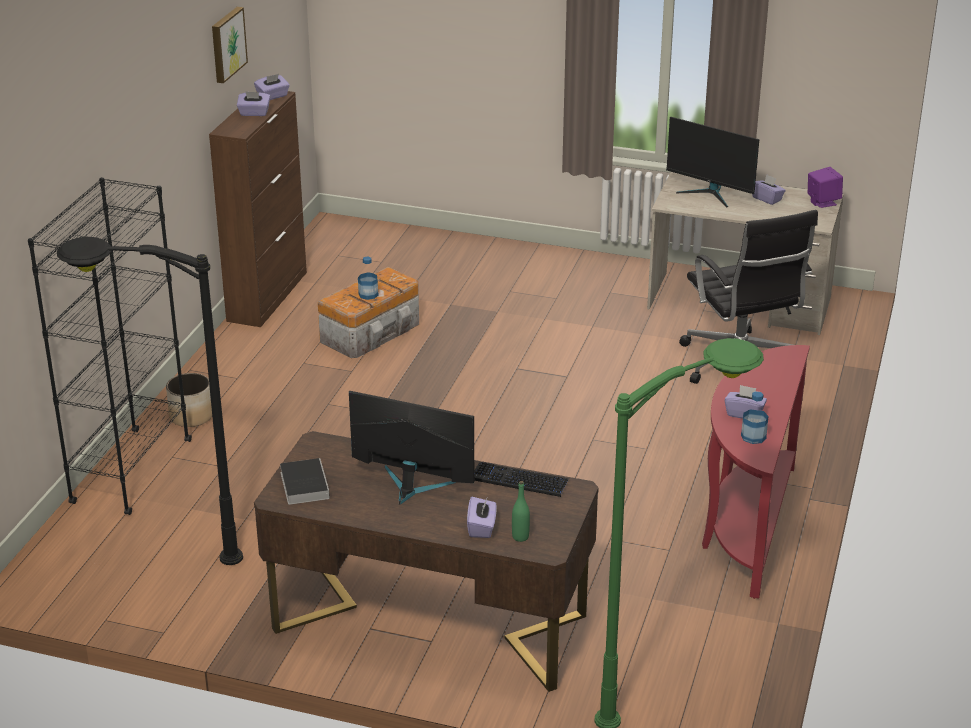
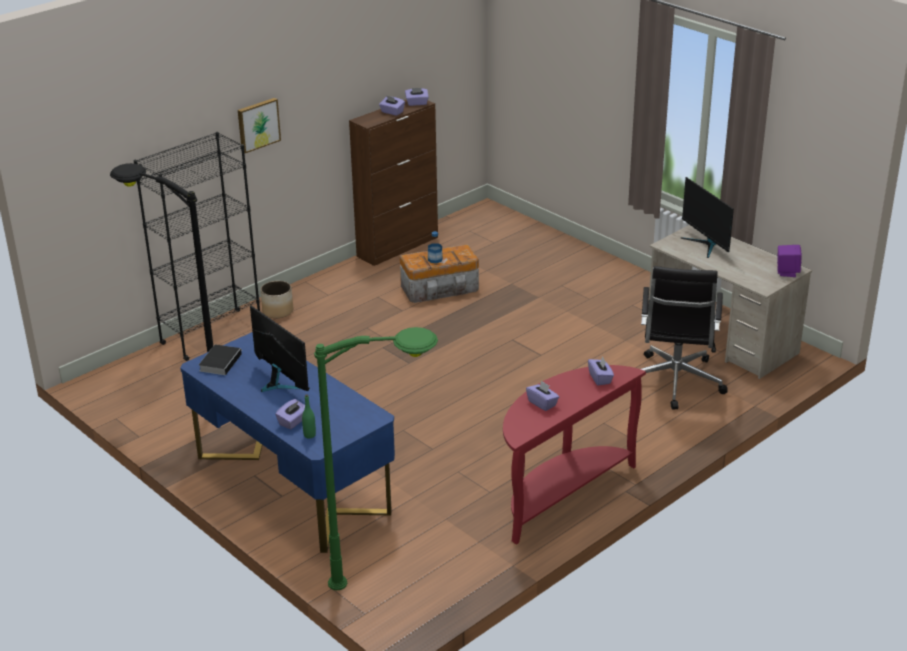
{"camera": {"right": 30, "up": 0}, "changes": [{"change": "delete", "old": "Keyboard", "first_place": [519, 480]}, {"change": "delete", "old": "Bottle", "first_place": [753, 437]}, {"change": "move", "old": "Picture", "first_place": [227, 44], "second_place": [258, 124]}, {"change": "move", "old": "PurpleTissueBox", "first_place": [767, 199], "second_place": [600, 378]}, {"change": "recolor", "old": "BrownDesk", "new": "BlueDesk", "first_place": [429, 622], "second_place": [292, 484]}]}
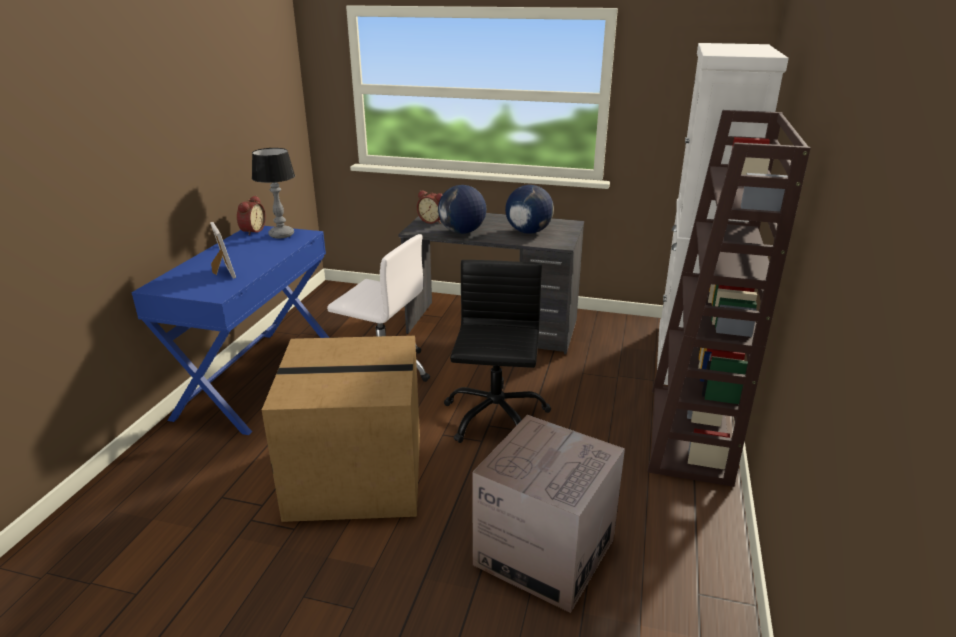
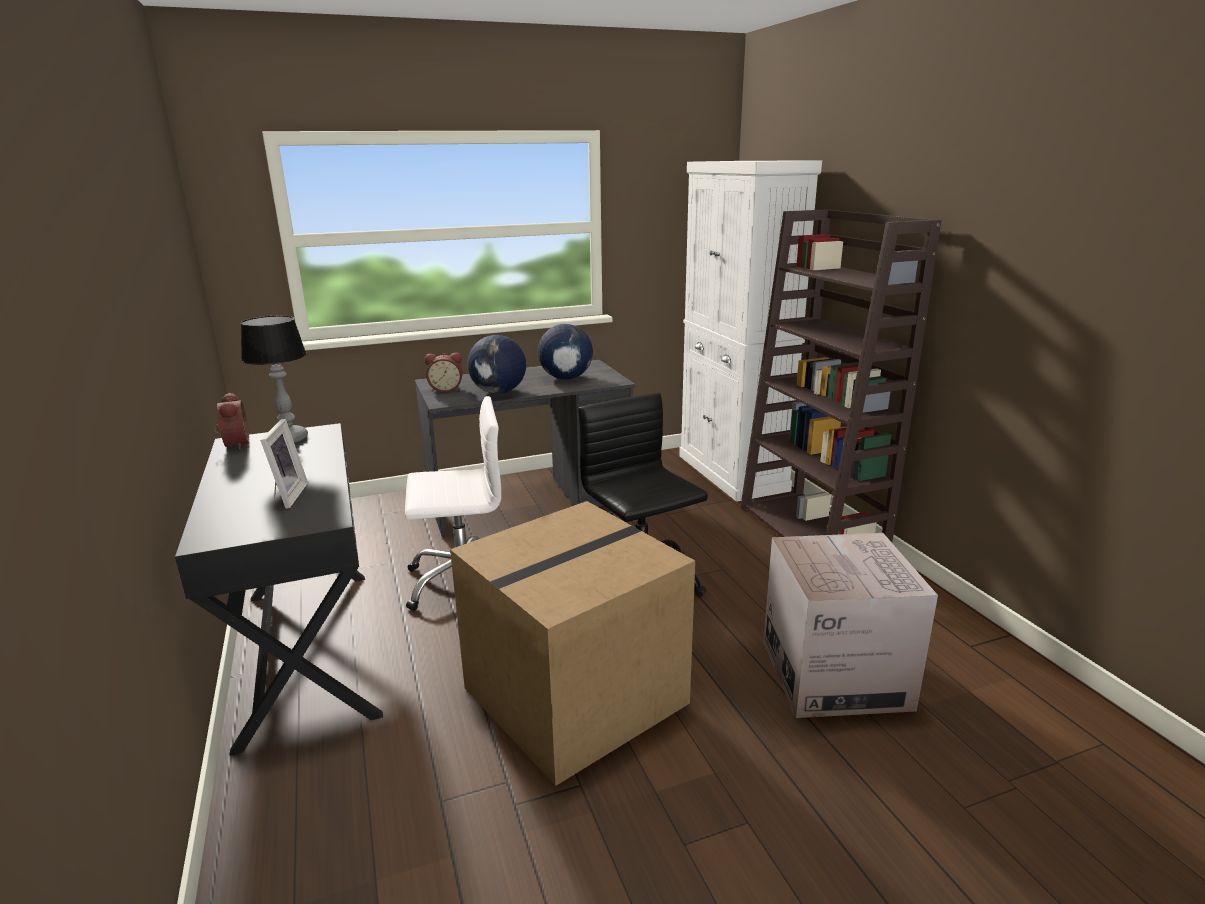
{"camera": {"right": -35, "up": -5}, "changes": [{"change": "recolor", "old": "BlueDesk", "new": "BlackDesk", "first_place": [257, 378], "second_place": [306, 650]}, {"change": "rotate", "old": "PictureFrame", "first_place": [223, 273], "second_place": [285, 496], "degrees": 60}]}
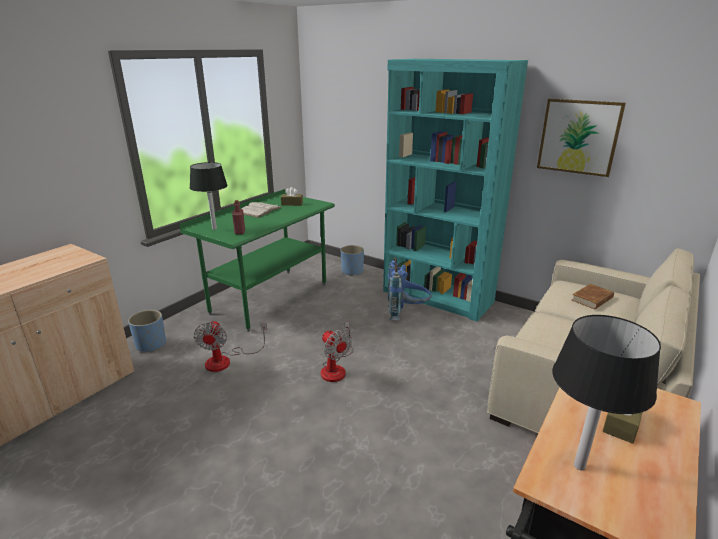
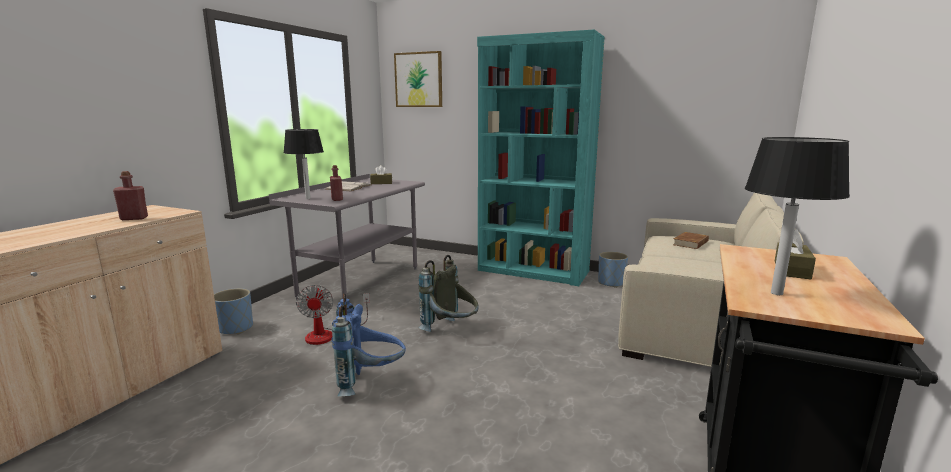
{"camera": {"right": -10, "up": -10}, "changes": [{"change": "insert", "new": "RedBottle", "second_place": [134, 218]}, {"change": "move", "old": "BluePlanter", "first_place": [352, 271], "second_place": [611, 283]}, {"change": "move", "old": "BlueBackpack", "first_place": [407, 313], "second_place": [370, 382]}, {"change": "move", "old": "Picture", "first_place": [578, 137], "second_place": [418, 80]}, {"change": "replace", "old": "Fan", "new": "GreyBackpack", "first_place": [336, 368], "second_place": [451, 331]}, {"change": "recolor", "old": "GreenDesk", "new": "GreyDesk", "first_place": [270, 298], "second_place": [360, 282]}]}
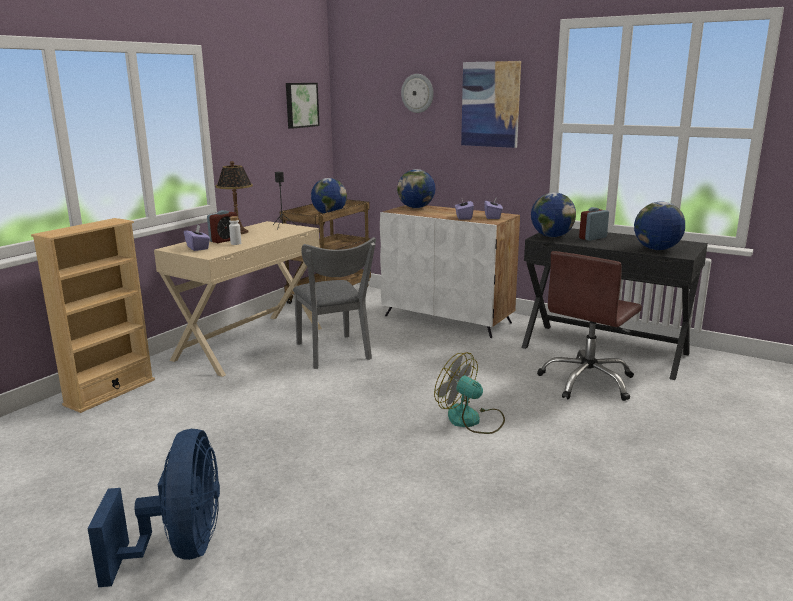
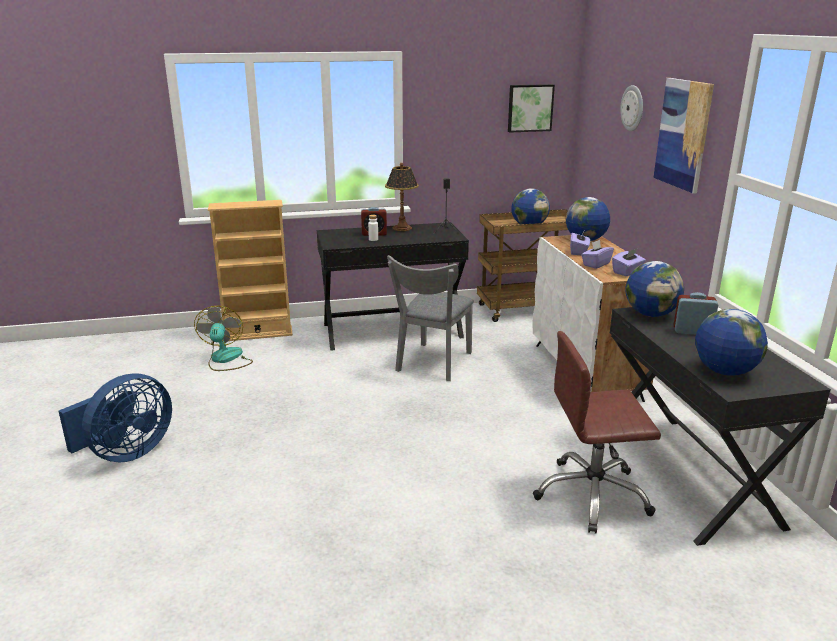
{"camera": {"right": 45, "up": 5}, "changes": [{"change": "move", "old": "PurpleTissueBox", "first_place": [198, 248], "second_place": [579, 252]}, {"change": "move", "old": "Fan", "first_place": [471, 420], "second_place": [226, 359]}, {"change": "recolor", "old": "BeigeDesk", "new": "BlackDesk", "first_place": [249, 343], "second_place": [392, 330]}]}
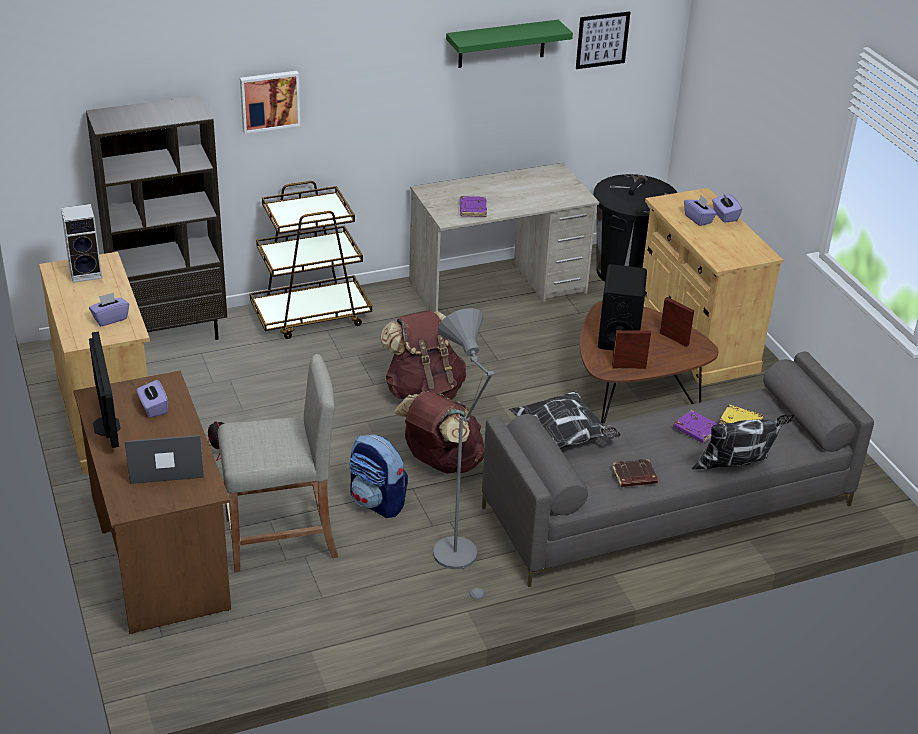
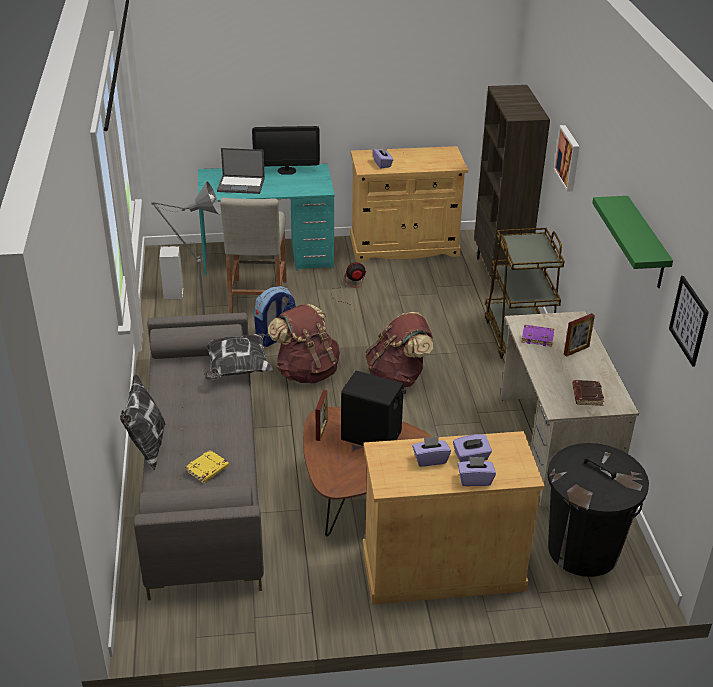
{"camera": {"right": 105, "up": 0}, "changes": [{"change": "delete", "old": "PurpleBook", "first_place": [695, 430]}, {"change": "move", "old": "Speaker", "first_place": [87, 273], "second_place": [174, 294]}, {"change": "move", "old": "PurpleTissueBox", "first_place": [153, 408], "second_place": [430, 459]}, {"change": "move", "old": "BrownBook", "first_place": [634, 477], "second_place": [586, 395]}, {"change": "move", "old": "PictureFrame", "first_place": [674, 339], "second_place": [576, 350]}, {"change": "recolor", "old": "BrownDesk", "new": "TurquoiseDesk", "first_place": [159, 550], "second_place": [268, 257]}, {"change": "rotate", "old": "Laptop", "first_place": [165, 463], "second_place": [241, 185], "degrees": 90}]}
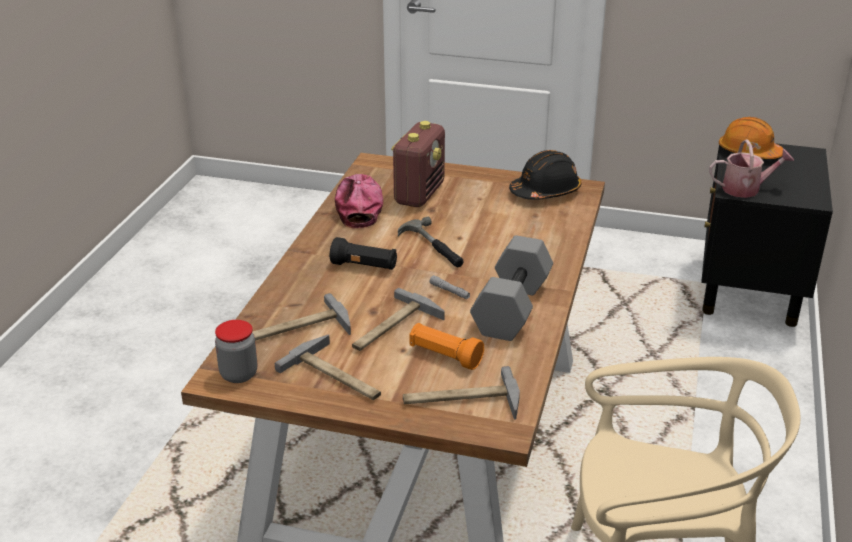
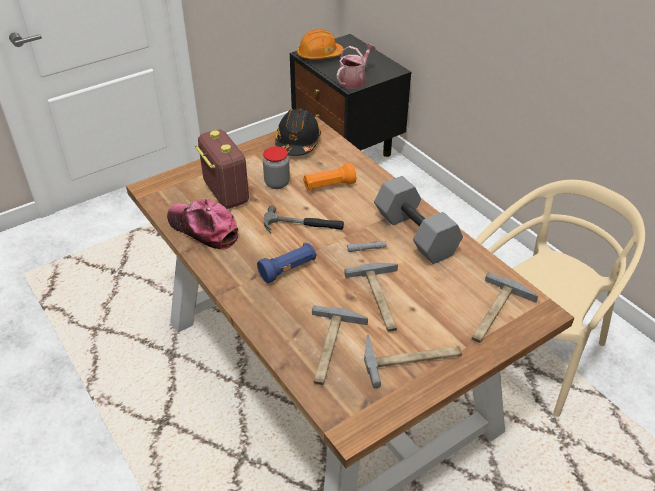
{"camera": {"right": -50, "up": 10}, "changes": [{"change": "move", "old": "Jar", "first_place": [239, 374], "second_place": [277, 183]}, {"change": "move", "old": "OrangeFlashlight", "first_place": [444, 356], "second_place": [329, 186]}, {"change": "recolor", "old": "BlackFlashlight", "new": "BlueFlashlight", "first_place": [364, 266], "second_place": [288, 270]}]}
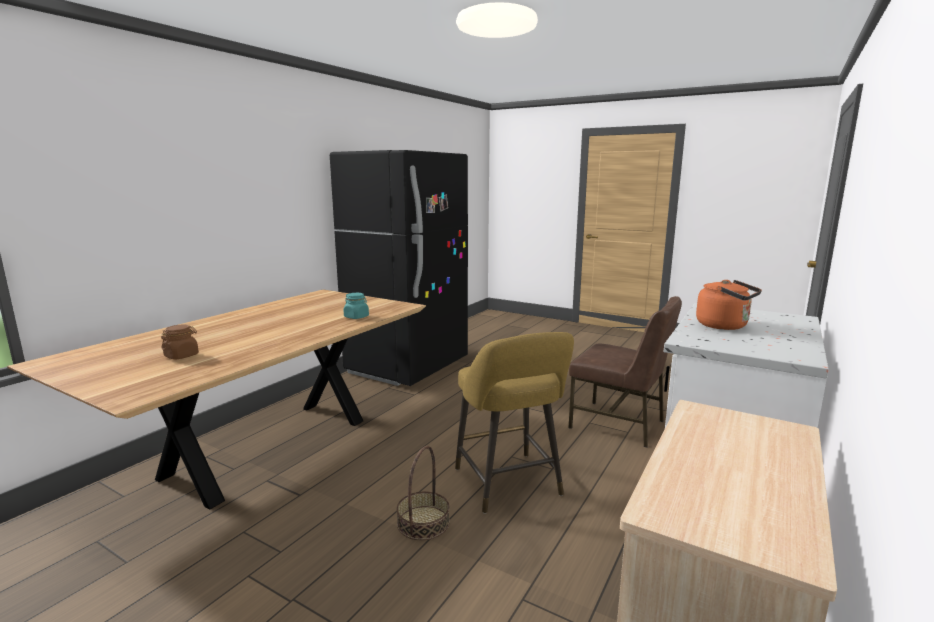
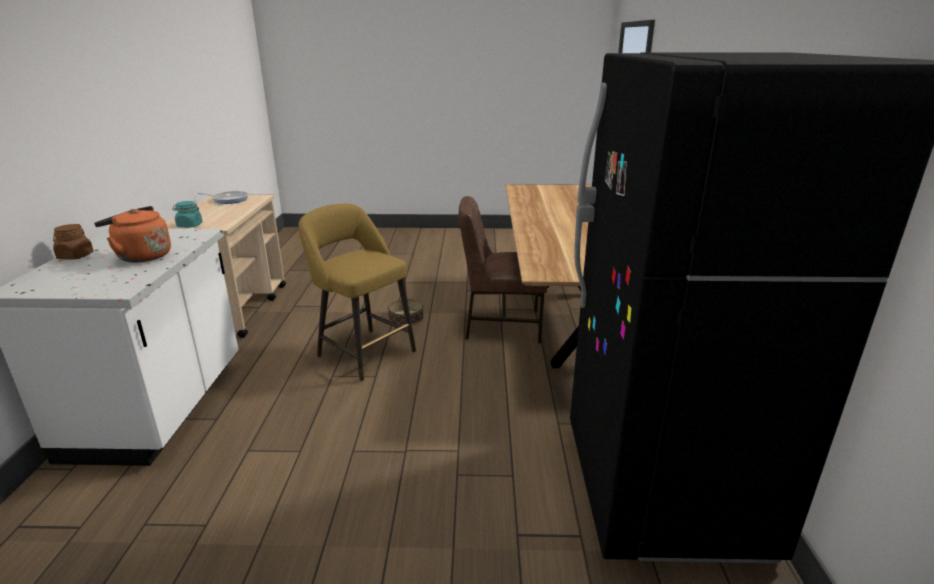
{"camera": {"right": 150, "up": 10}, "changes": [{"change": "insert", "new": "FryingPan", "second_place": [229, 199]}, {"change": "move", "old": "BrownJar", "first_place": [182, 356], "second_place": [75, 256]}, {"change": "move", "old": "TurquoiseJar", "first_place": [356, 317], "second_place": [189, 225]}, {"change": "move", "old": "BrownChair", "first_place": [618, 424], "second_place": [501, 325]}]}
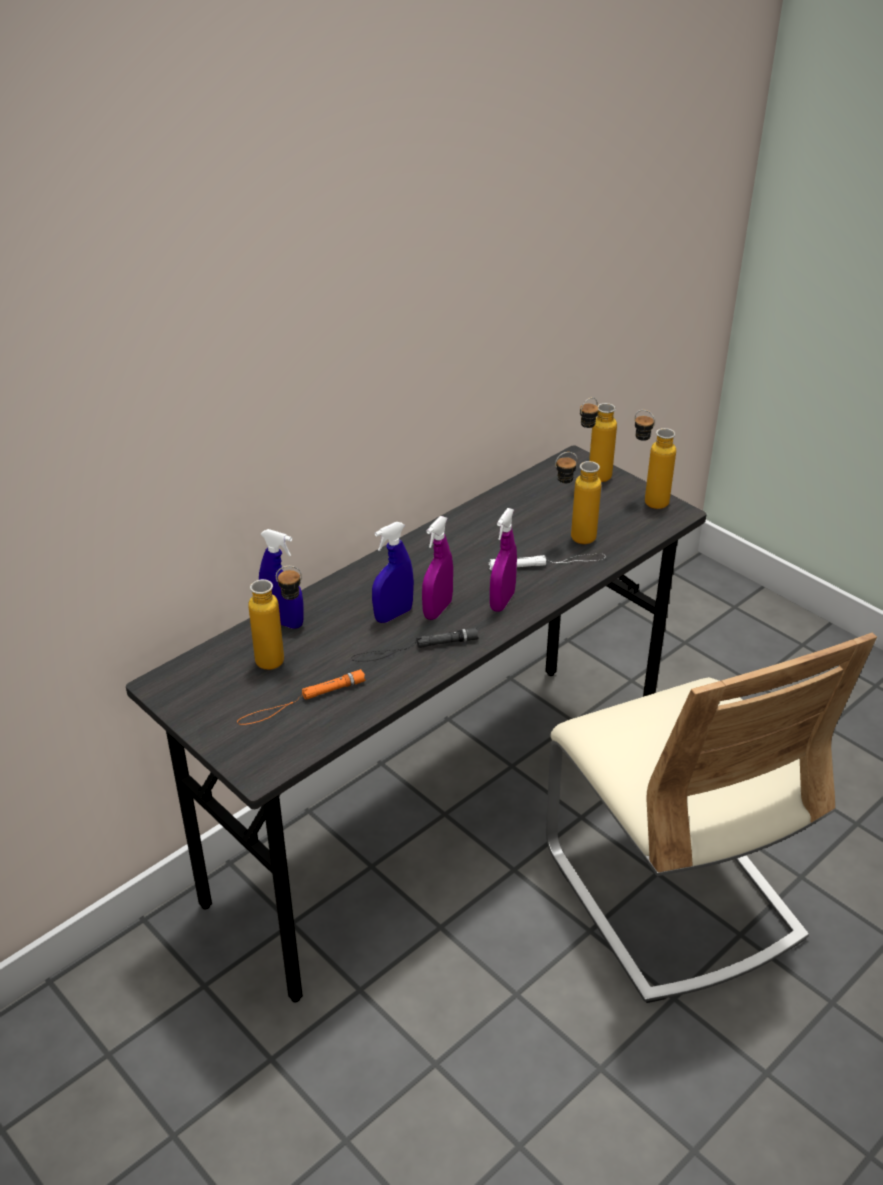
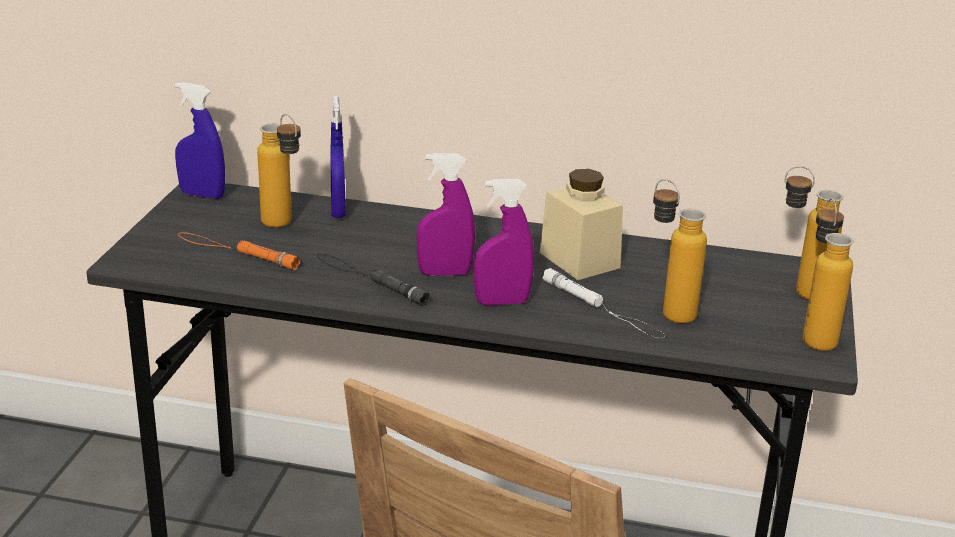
{"camera": {"right": 55, "up": -10}, "changes": [{"change": "insert", "new": "BeigeJar", "second_place": [579, 260]}, {"change": "move", "old": "BlueSprayBottle", "first_place": [393, 615], "second_place": [202, 195]}]}
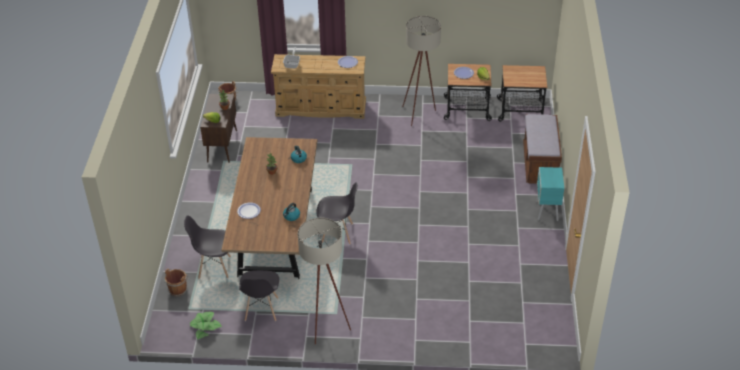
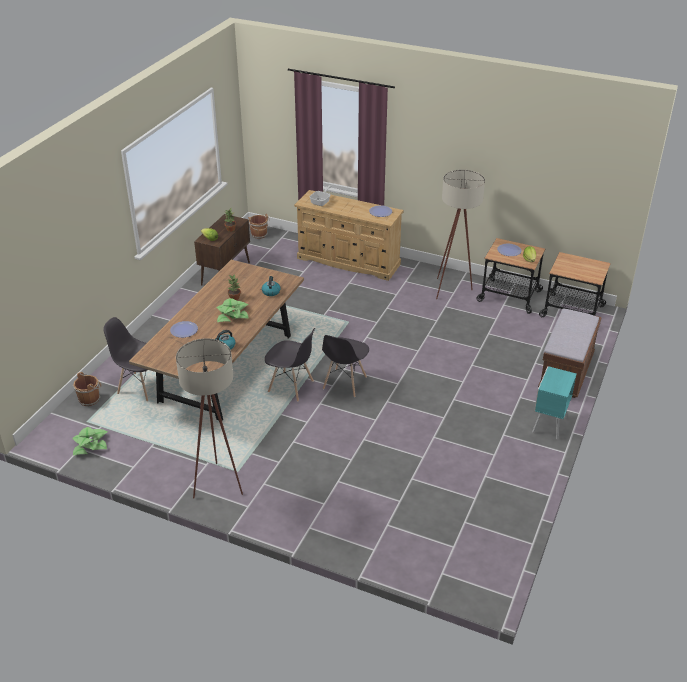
{"camera": {"right": 20, "up": -5}, "changes": [{"change": "insert", "new": "PottedPlant", "second_place": [232, 315]}, {"change": "move", "old": "GreyChair", "first_place": [261, 309], "second_place": [344, 383]}]}
